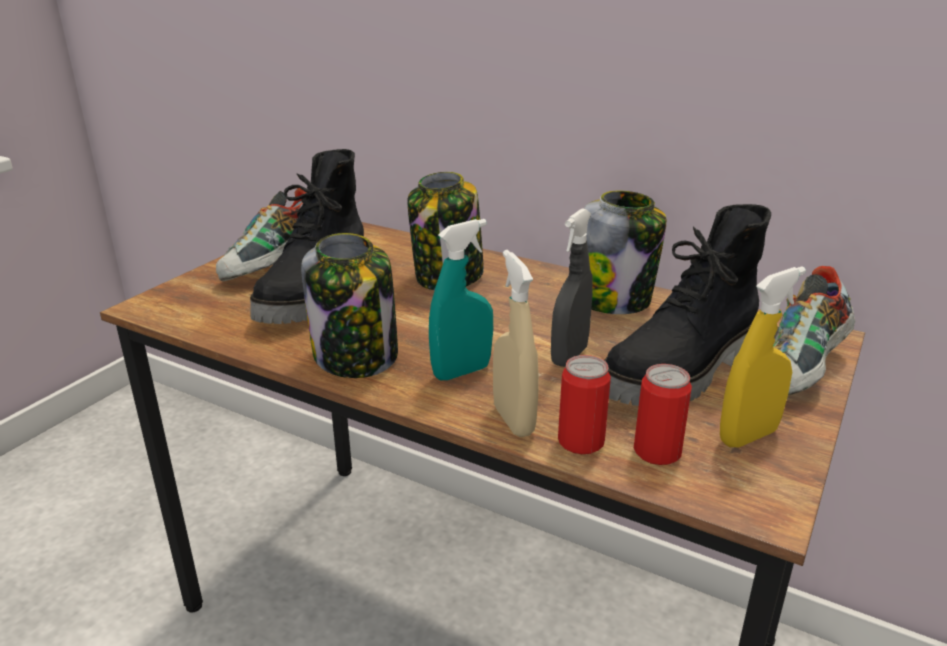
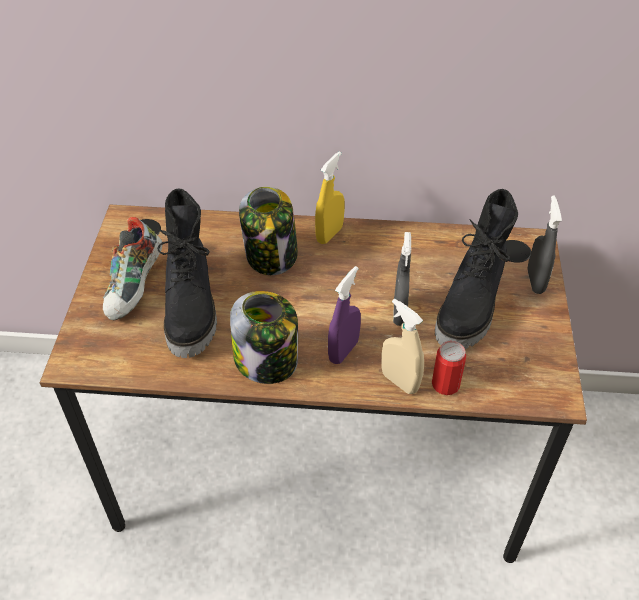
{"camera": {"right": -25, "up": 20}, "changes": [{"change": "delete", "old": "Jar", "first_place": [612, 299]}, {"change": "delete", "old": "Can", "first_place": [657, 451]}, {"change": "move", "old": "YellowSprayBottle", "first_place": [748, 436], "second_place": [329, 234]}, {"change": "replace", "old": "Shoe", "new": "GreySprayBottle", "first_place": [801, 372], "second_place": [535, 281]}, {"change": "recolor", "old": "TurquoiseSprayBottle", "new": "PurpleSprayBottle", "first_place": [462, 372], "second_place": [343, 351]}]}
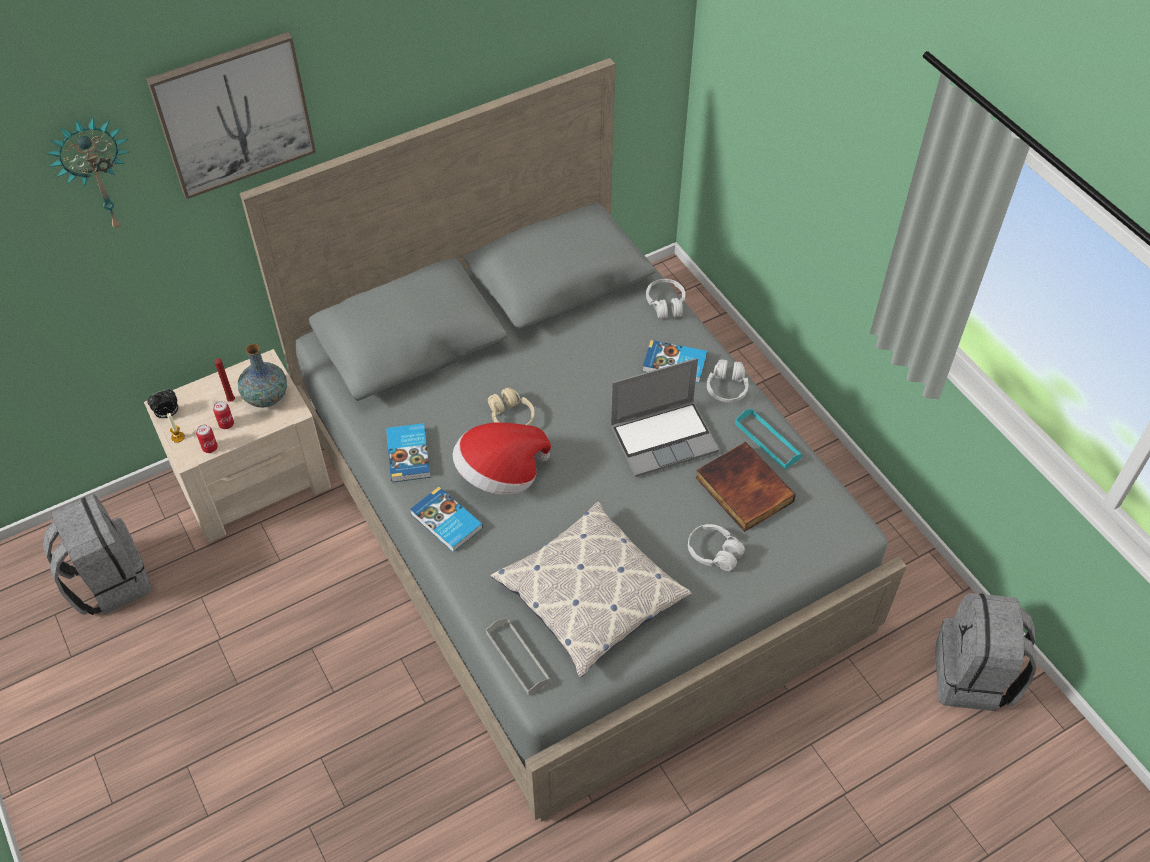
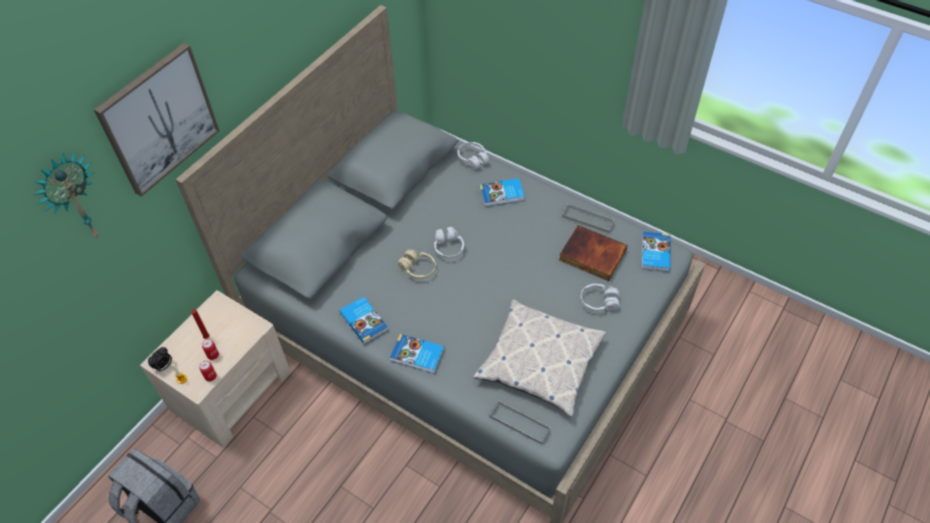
{"camera": {"right": -25, "up": 0}, "changes": [{"change": "delete", "old": "Vase", "first_place": [266, 397]}, {"change": "delete", "old": "Hat", "first_place": [500, 474]}, {"change": "delete", "old": "Laptop", "first_place": [664, 438]}, {"change": "delete", "old": "GreyBackpack", "first_place": [973, 677]}, {"change": "insert", "new": "Book", "second_place": [654, 253]}, {"change": "move", "old": "WhiteHeadphones", "first_place": [727, 388], "second_place": [448, 247]}, {"change": "recolor", "old": "TurquoiseTray", "new": "GreyTray", "first_place": [767, 440], "second_place": [587, 219]}]}
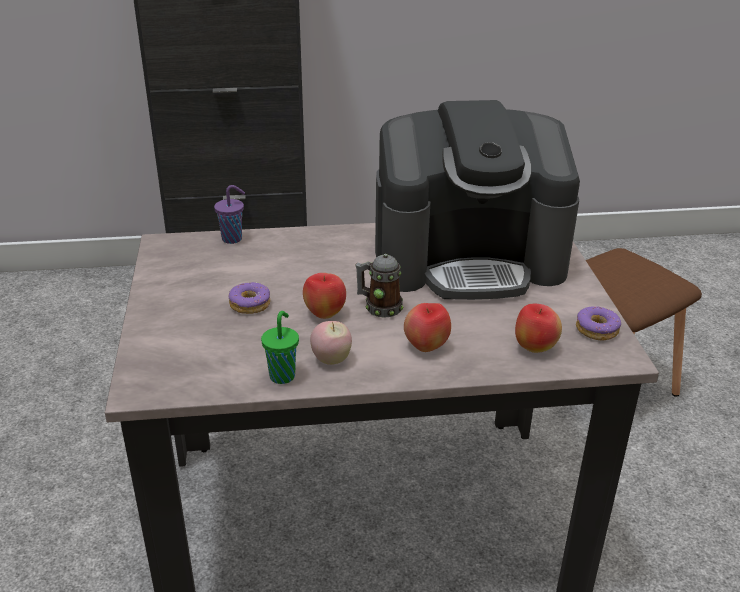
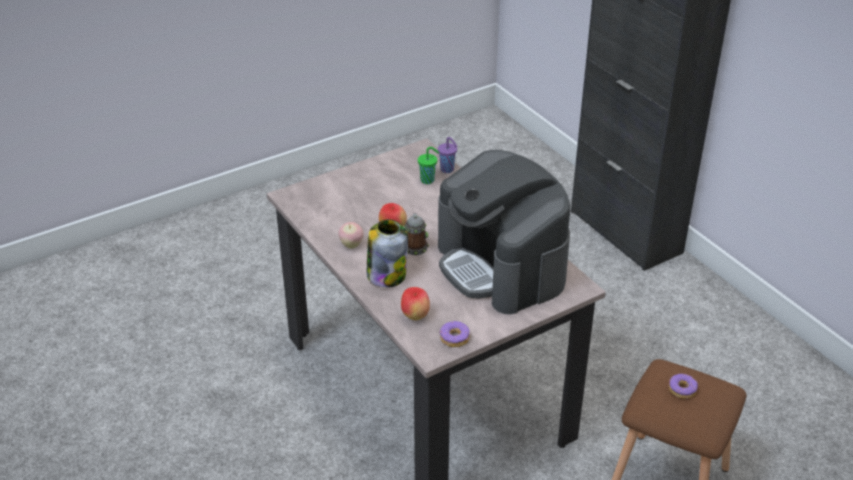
{"camera": {"right": 65, "up": 5}, "changes": [{"change": "move", "old": "Donut", "first_place": [250, 304], "second_place": [682, 390]}, {"change": "move", "old": "GreenCup", "first_place": [283, 375], "second_place": [428, 180]}, {"change": "replace", "old": "Apple", "new": "Jar", "first_place": [426, 347], "second_place": [386, 274]}]}
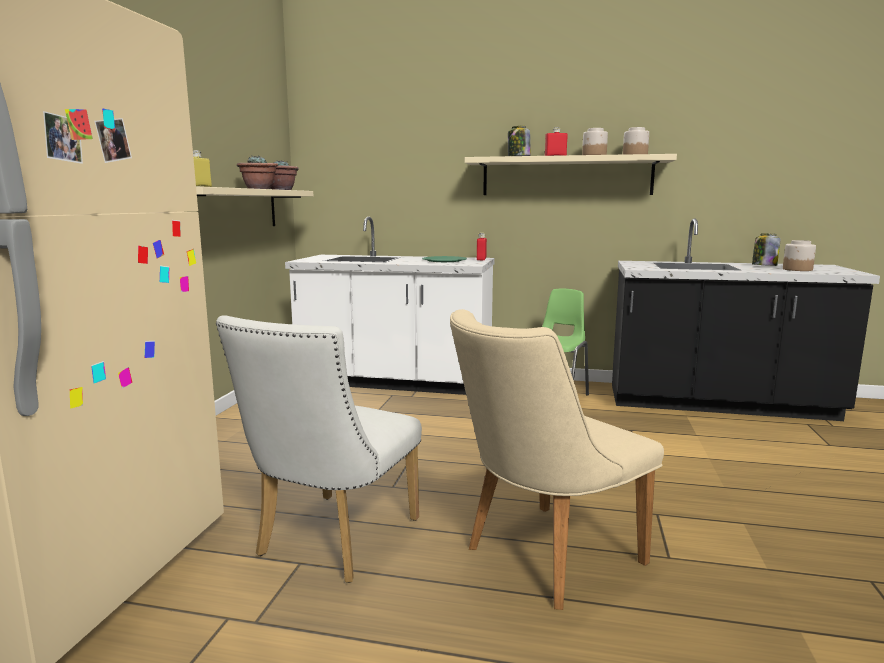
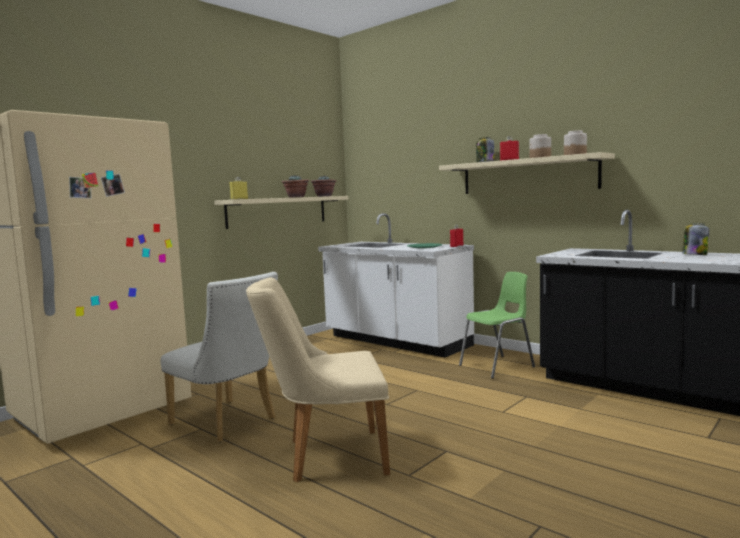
{"camera": {"right": 30, "up": -5}, "changes": [{"change": "delete", "old": "Jar", "first_place": [797, 269]}, {"change": "rotate", "old": "WhiteChair", "first_place": [331, 542], "second_place": [228, 423], "degrees": -105}]}
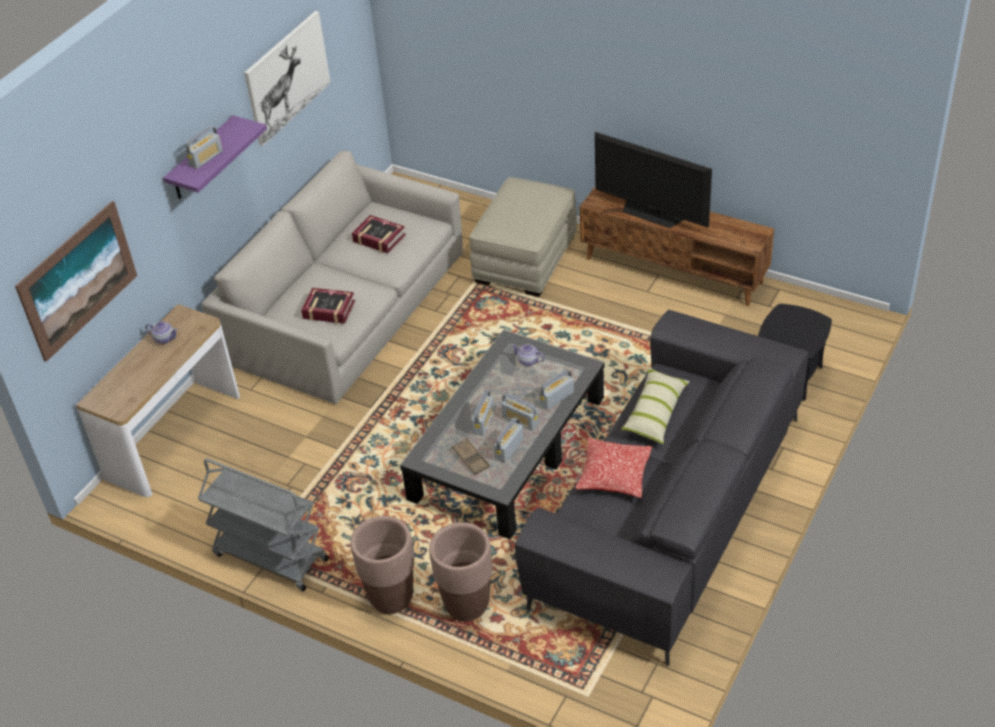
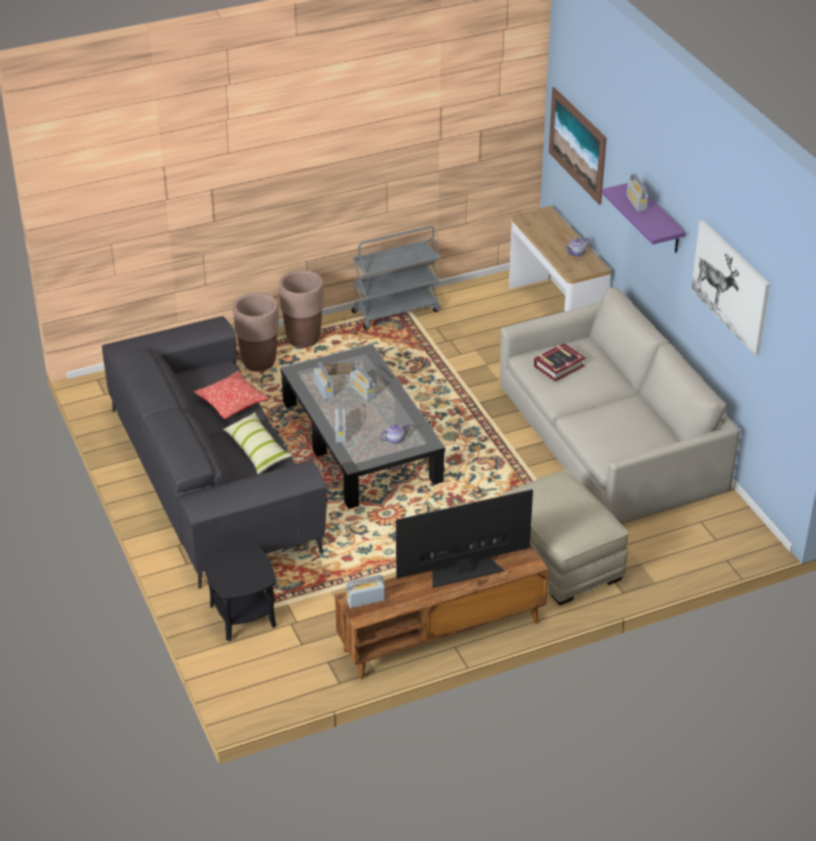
{"camera": {"right": 125, "up": -5}, "changes": [{"change": "delete", "old": "Book", "first_place": [379, 238]}, {"change": "move", "old": "Radio", "first_place": [520, 420], "second_place": [365, 600]}]}
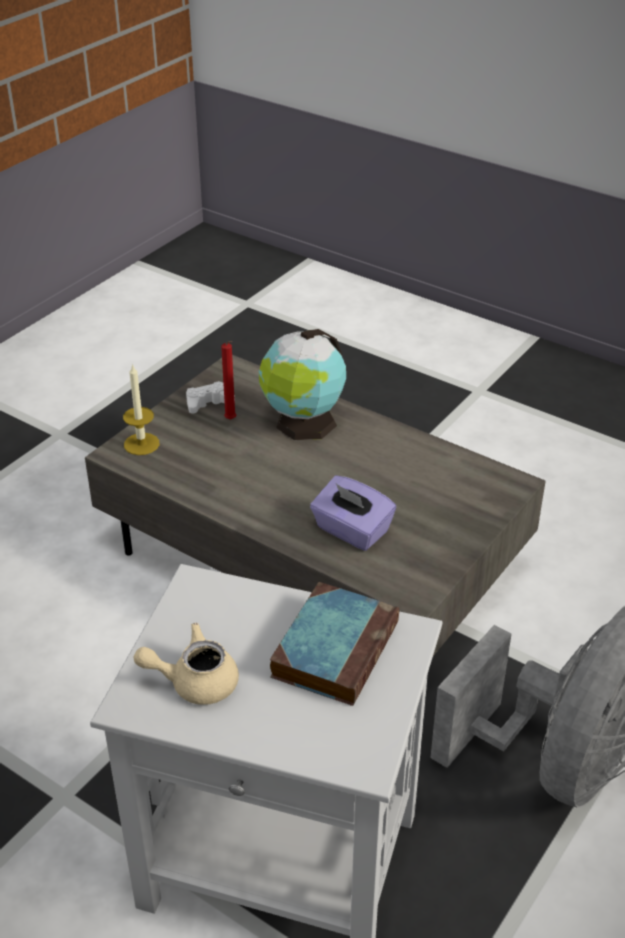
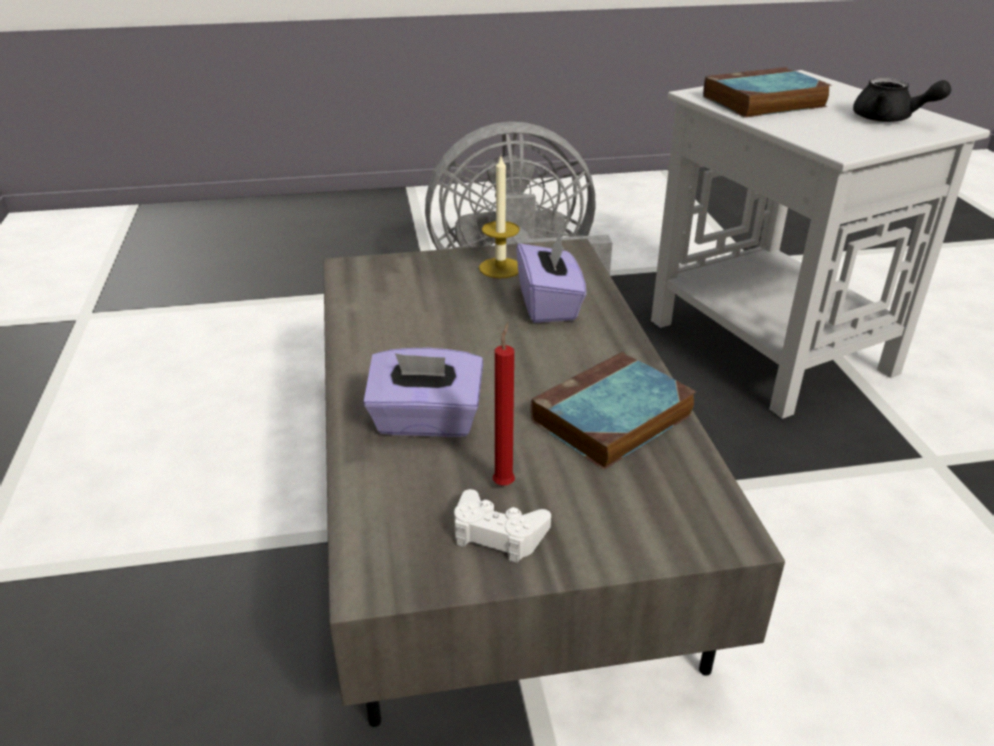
{"camera": {"right": -135, "up": -5}, "changes": [{"change": "insert", "new": "Book", "second_place": [611, 420]}, {"change": "move", "old": "Candle", "first_place": [141, 444], "second_place": [500, 268]}, {"change": "replace", "old": "Globe", "new": "PurpleTissueBox", "first_place": [303, 424], "second_place": [426, 421]}, {"change": "recolor", "old": "BeigeTeapot", "new": "BlackTeapot", "first_place": [194, 681], "second_place": [889, 119]}]}
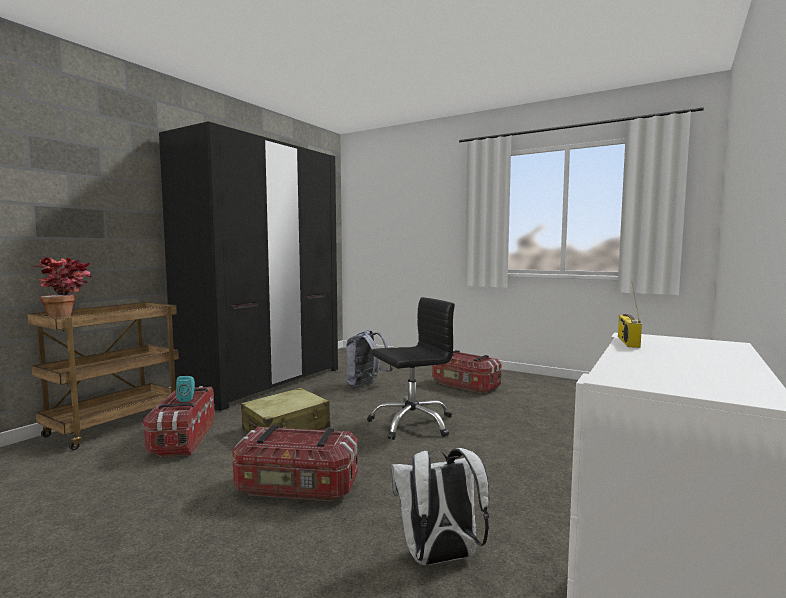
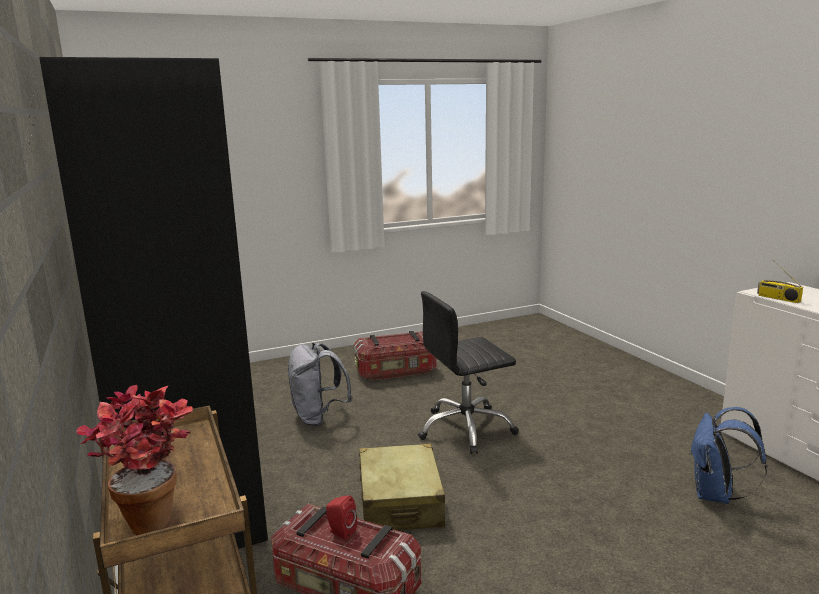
{"camera": {"right": -55, "up": 10}, "changes": [{"change": "delete", "old": "StorageBox", "first_place": [296, 488]}, {"change": "recolor", "old": "TurquoiseSpeaker", "new": "RedSpeaker", "first_place": [187, 399], "second_place": [340, 532]}, {"change": "recolor", "old": "WhiteBackpack", "new": "BlueBackpack", "first_place": [439, 558], "second_place": [716, 495]}, {"change": "rotate", "old": "BlackOfficeChair", "first_place": [412, 423], "second_place": [466, 429], "degrees": -120}]}
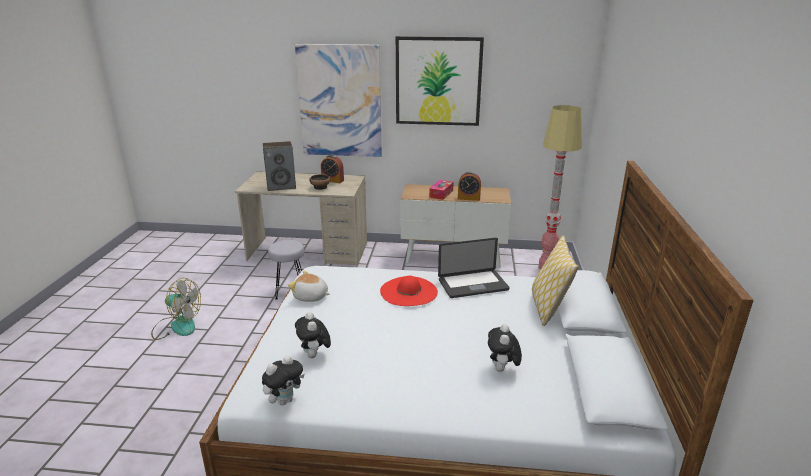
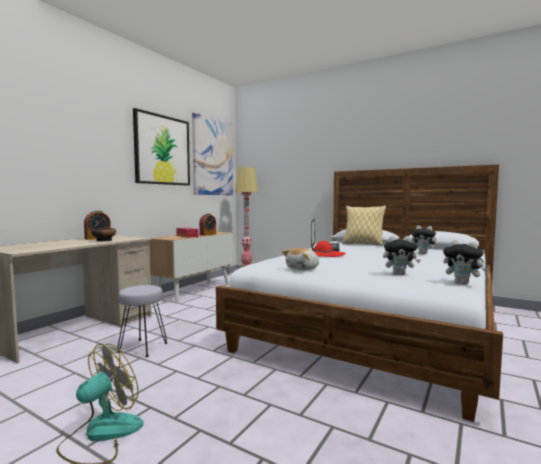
{"camera": {"right": -65, "up": -20}, "changes": [{"change": "delete", "old": "Speaker", "first_place": [281, 186]}, {"change": "move", "old": "Picture", "first_place": [340, 101], "second_place": [212, 156]}, {"change": "rotate", "old": "PlushToy", "first_place": [284, 400], "second_place": [463, 283], "degrees": 150}]}
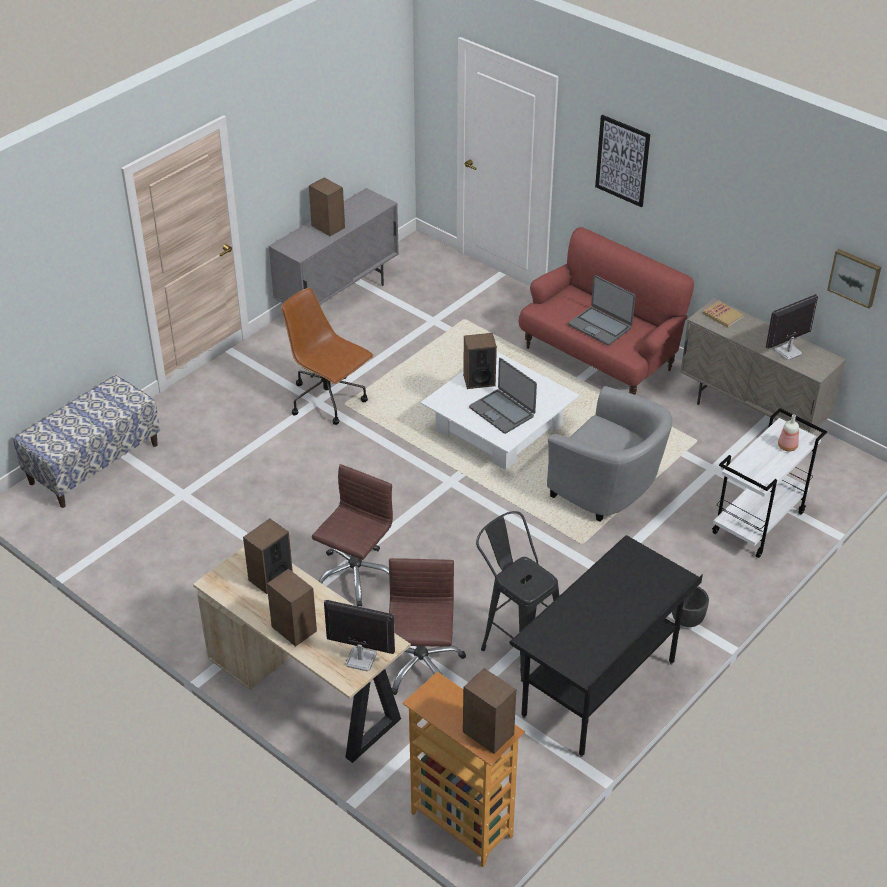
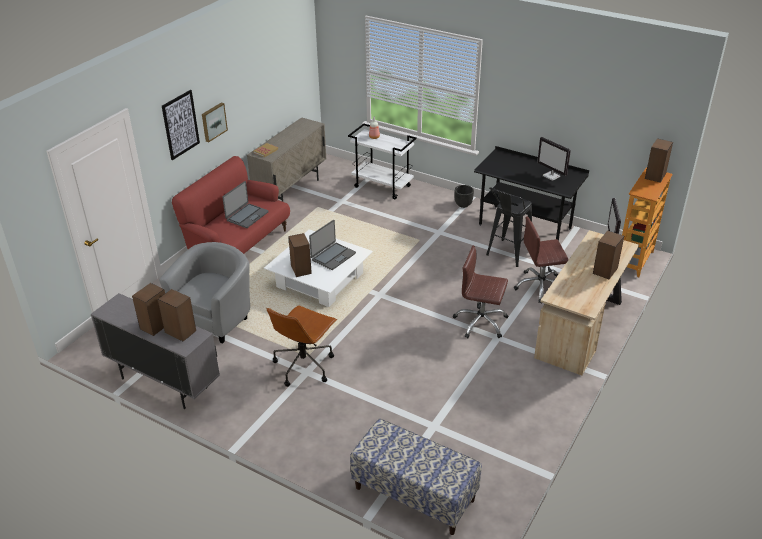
{"camera": {"right": -100, "up": -5}, "changes": [{"change": "move", "old": "Speaker", "first_place": [270, 577], "second_place": [180, 332]}, {"change": "move", "old": "GreyArmchair", "first_place": [608, 491], "second_place": [215, 317]}, {"change": "move", "old": "Monitor", "first_place": [788, 352], "second_place": [551, 176]}, {"change": "move", "old": "Picture", "first_place": [855, 277], "second_place": [213, 122]}]}
